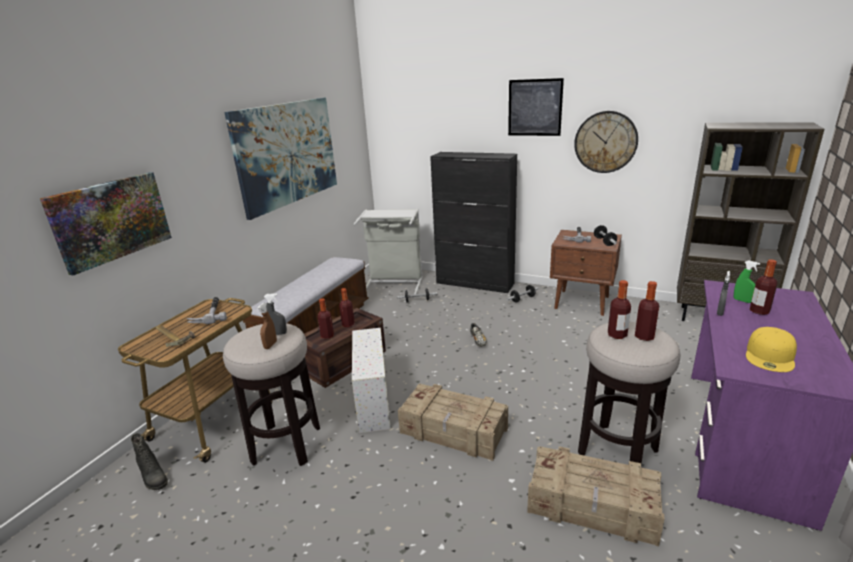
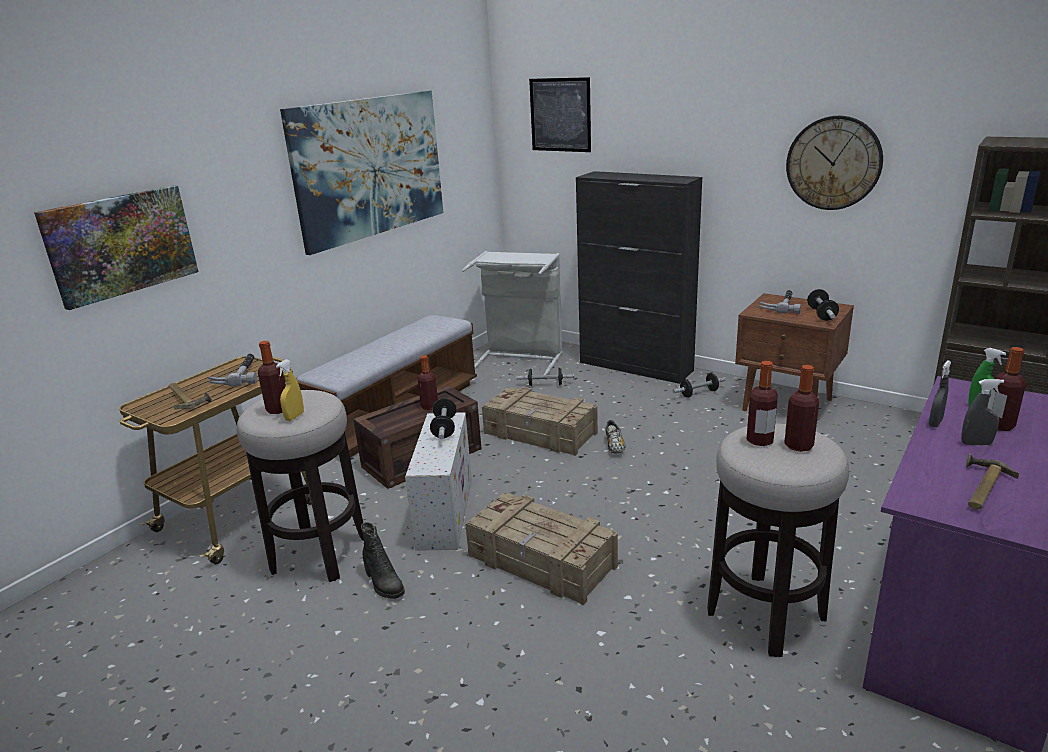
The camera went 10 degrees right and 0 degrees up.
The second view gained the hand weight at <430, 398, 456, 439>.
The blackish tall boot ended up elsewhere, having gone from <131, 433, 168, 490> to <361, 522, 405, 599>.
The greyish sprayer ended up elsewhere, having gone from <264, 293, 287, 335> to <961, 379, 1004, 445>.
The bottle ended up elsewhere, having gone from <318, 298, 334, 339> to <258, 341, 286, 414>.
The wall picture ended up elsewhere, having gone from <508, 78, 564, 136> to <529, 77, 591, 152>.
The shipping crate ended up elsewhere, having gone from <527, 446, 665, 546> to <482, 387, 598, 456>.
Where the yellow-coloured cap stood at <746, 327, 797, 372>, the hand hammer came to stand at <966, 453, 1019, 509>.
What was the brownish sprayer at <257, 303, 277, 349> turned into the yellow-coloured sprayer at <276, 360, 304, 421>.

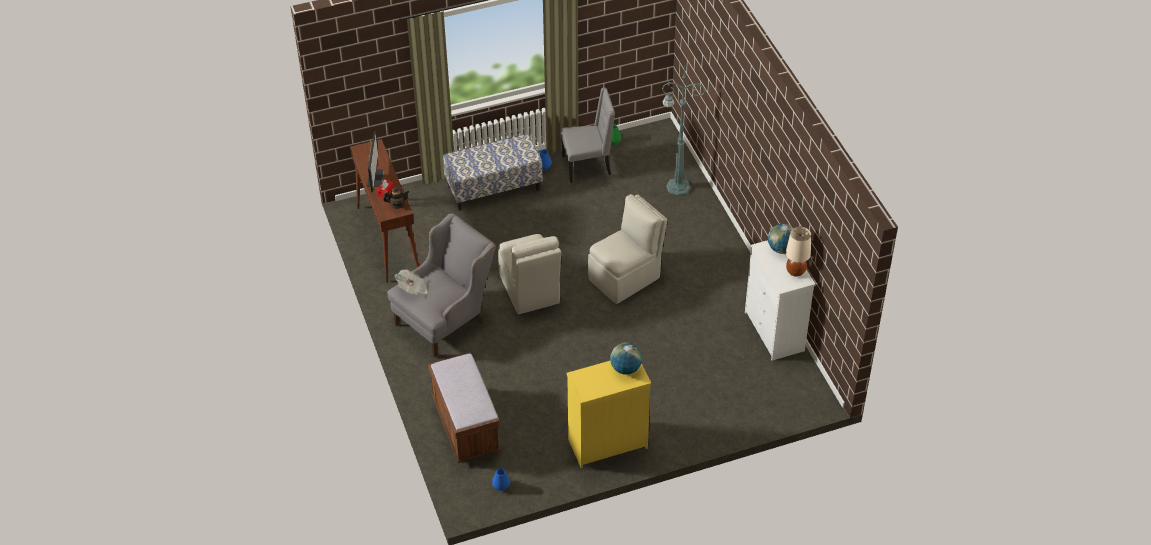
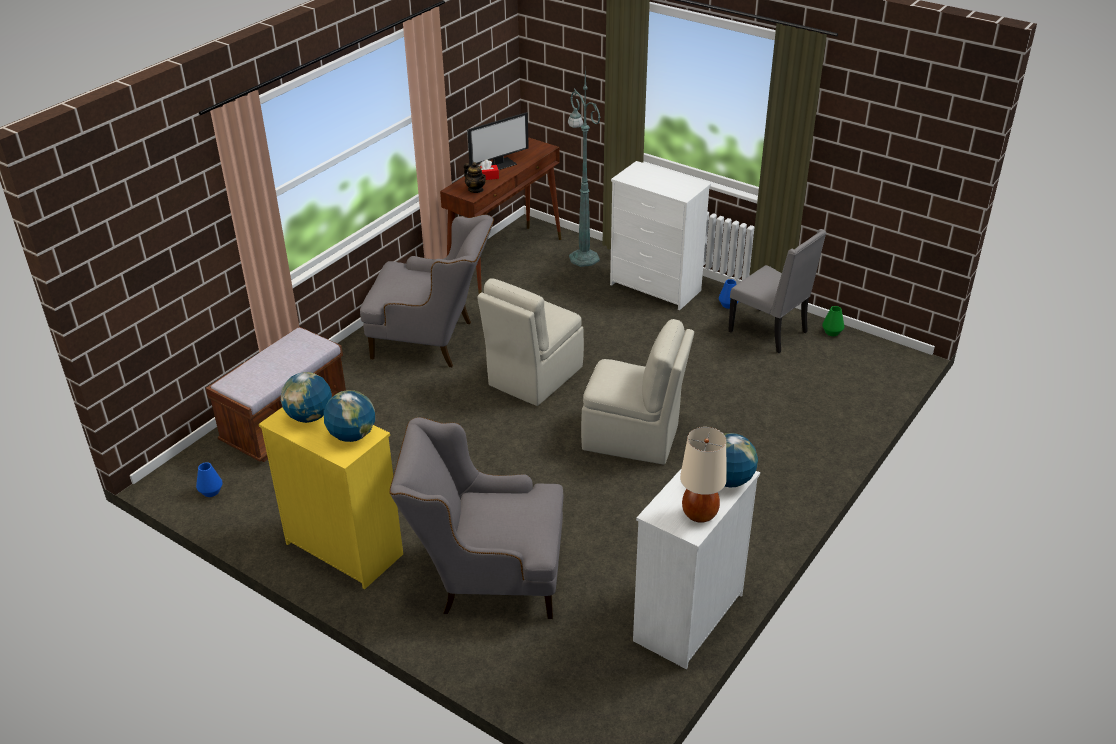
The camera went 55 degrees right and 10 degrees down.
The second view lost the newspaper at <395, 269, 427, 295>.
The second view gained the desk globe at <281, 372, 332, 423>.
The second view gained the greyish easy chair at <389, 417, 563, 619>.
The green floor lamp ended up elsewhere, having gone from <662, 68, 705, 196> to <568, 68, 601, 267>.
Where the long seat stood at <443, 134, 543, 211>, the whitish drawer chest came to stand at <610, 161, 711, 310>.

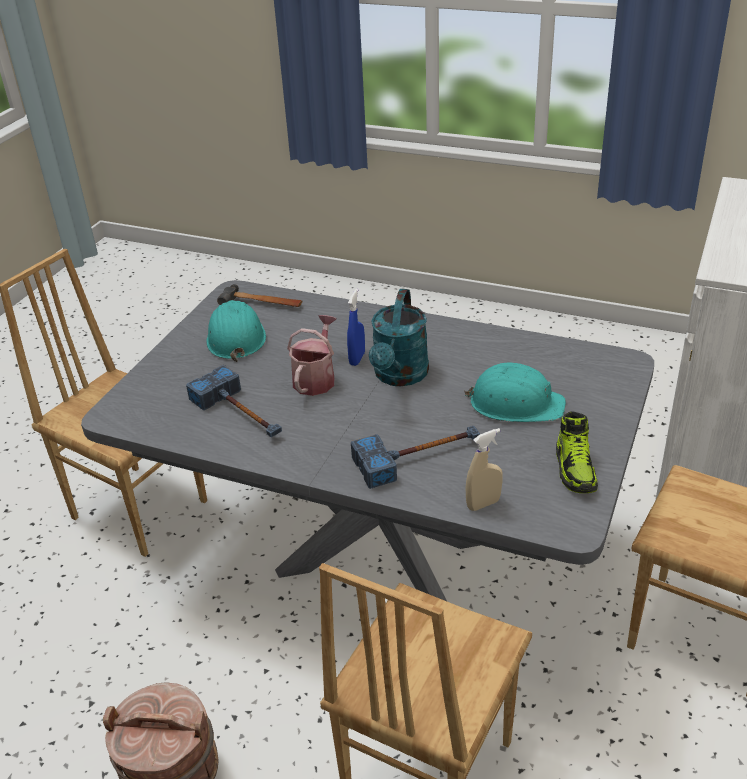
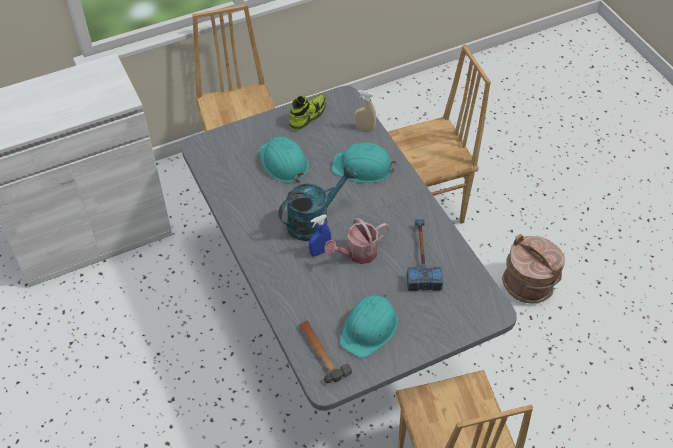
The camera went 140 degrees left and 15 degrees up.
Where the hand hammer stood at <351, 426, 480, 489>, the turquoise work helmet came to stand at <332, 143, 397, 183>.

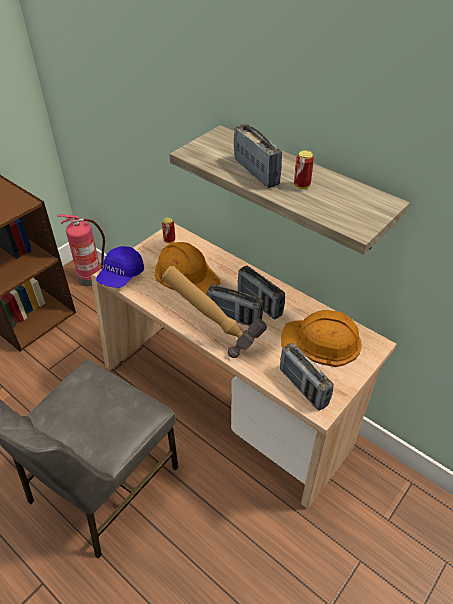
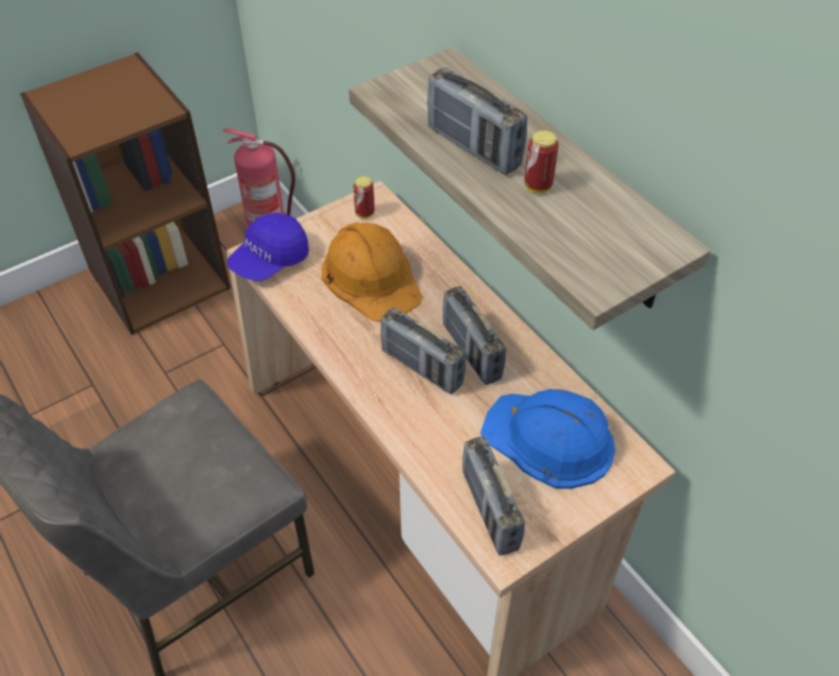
The camera went 15 degrees right and 5 degrees up.
The second view lost the hand hammer at <162, 266, 267, 358>.
What was the orange-coloured work helmet at <281, 310, 362, 367> turned into the blue work helmet at <480, 389, 615, 489>.
The radio at <234, 123, 282, 188> ended up facing another way, 150 degrees clockwise from before.

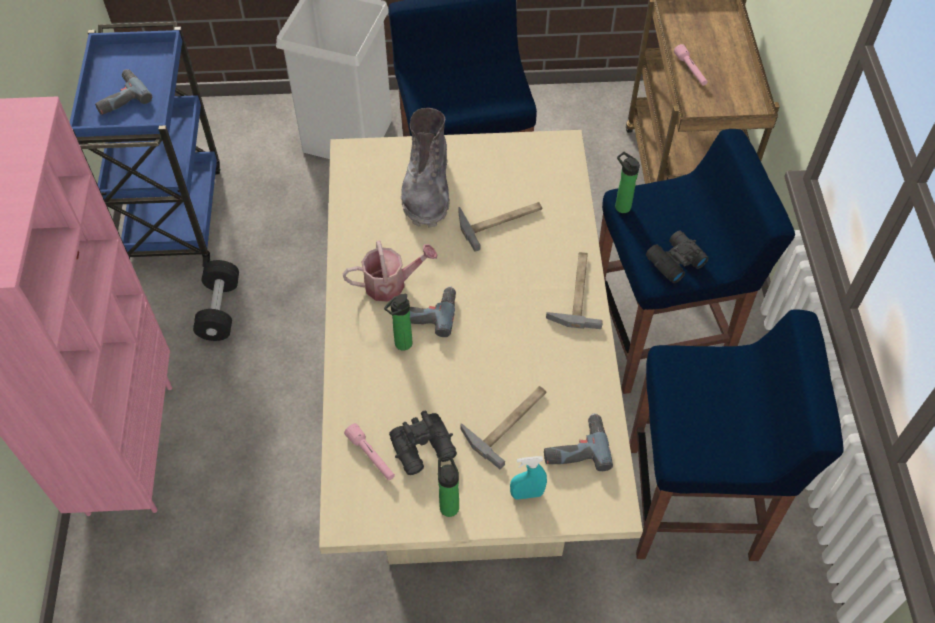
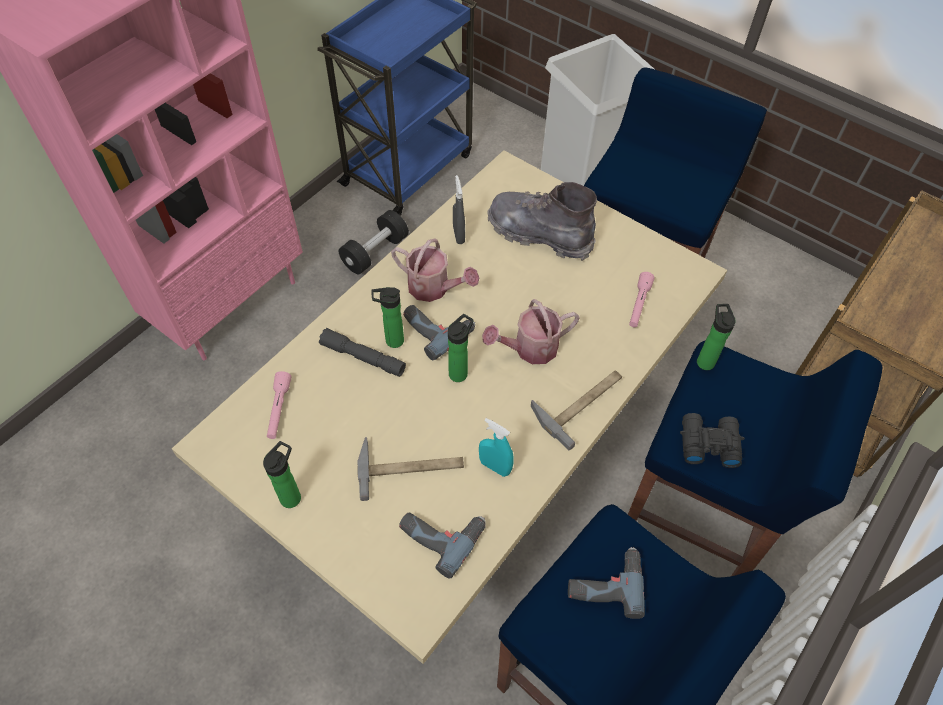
The camera went 40 degrees right and 0 degrees up.
The second view lost the blackish binoculars at <389, 411, 457, 475>.
The second view lost the hand hammer at <459, 202, 542, 252>.
The second view gained the greyish torch at <319, 328, 406, 377>.
The second view gained the bottle at <448, 314, 474, 382>.
The second view gained the greyish sprayer at <453, 175, 465, 244>.
The second view gained the sprinkling can at <482, 299, 580, 364>.
The power drill ended up elsewhere, having gone from <95, 69, 152, 115> to <568, 547, 645, 619>.
The turquoise sprayer ended up elsewhere, having gone from <510, 456, 547, 500> to <479, 418, 514, 477>.
The pink-coloured torch ended up elsewhere, having gone from <674, 44, 708, 86> to <629, 272, 655, 327>.
The greyish tall boot at <401, 108, 450, 228> ended up facing another way, 75 degrees clockwise from before.

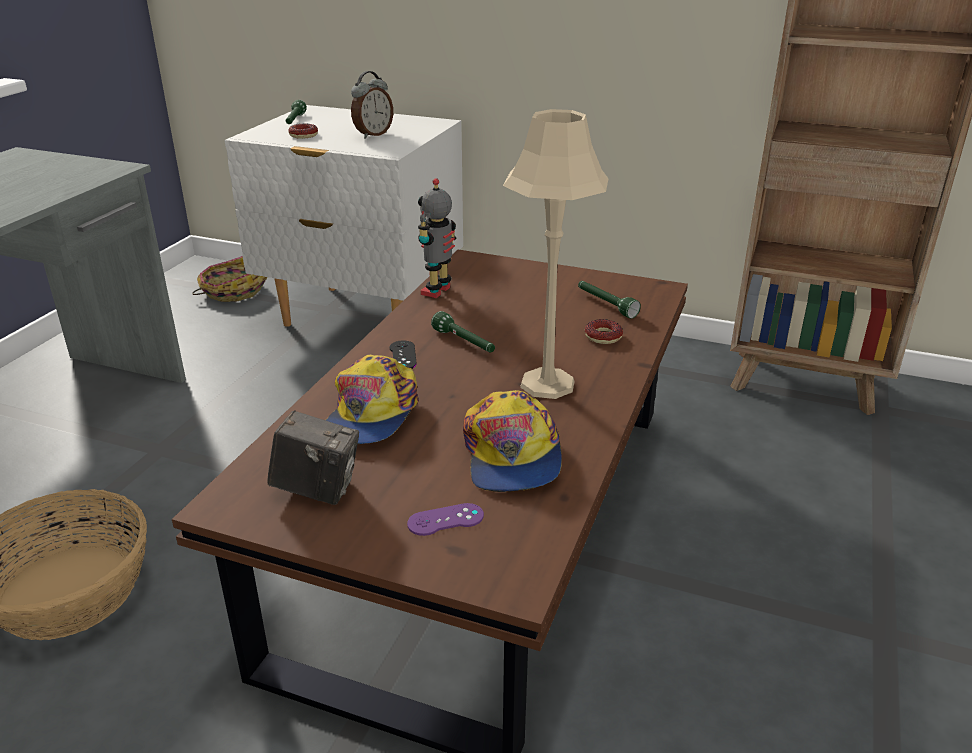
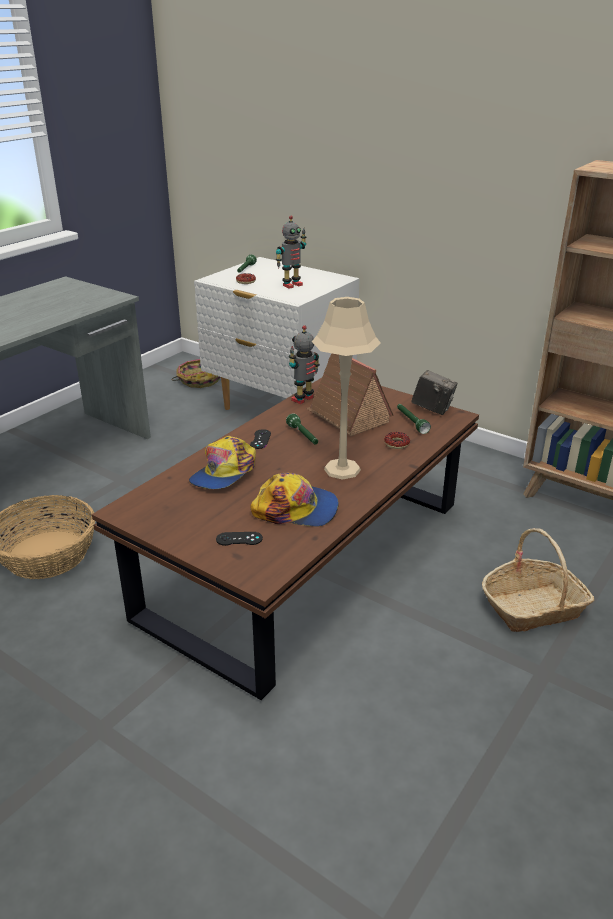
The camera went 15 degrees right and 0 degrees up.
The second view gained the toy house at <306, 353, 394, 436>.
The second view gained the storage basket at <482, 528, 594, 632>.
The still camera ended up elsewhere, having gone from <267, 411, 359, 505> to <412, 370, 457, 415>.
Where the bedside clock stood at <351, 71, 393, 139>, the model robot came to stand at <276, 215, 306, 289>.
What was the purple joypad at <407, 503, 484, 536> turned into the blackish joypad at <216, 532, 263, 546>.
The cap at <463, 390, 562, 492> ended up facing another way, 90 degrees counterclockwise from before.

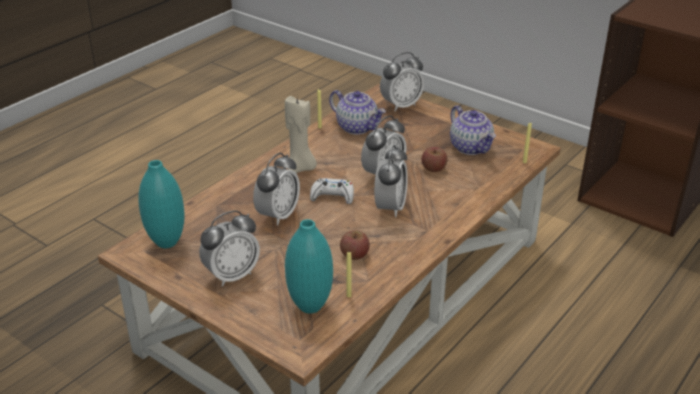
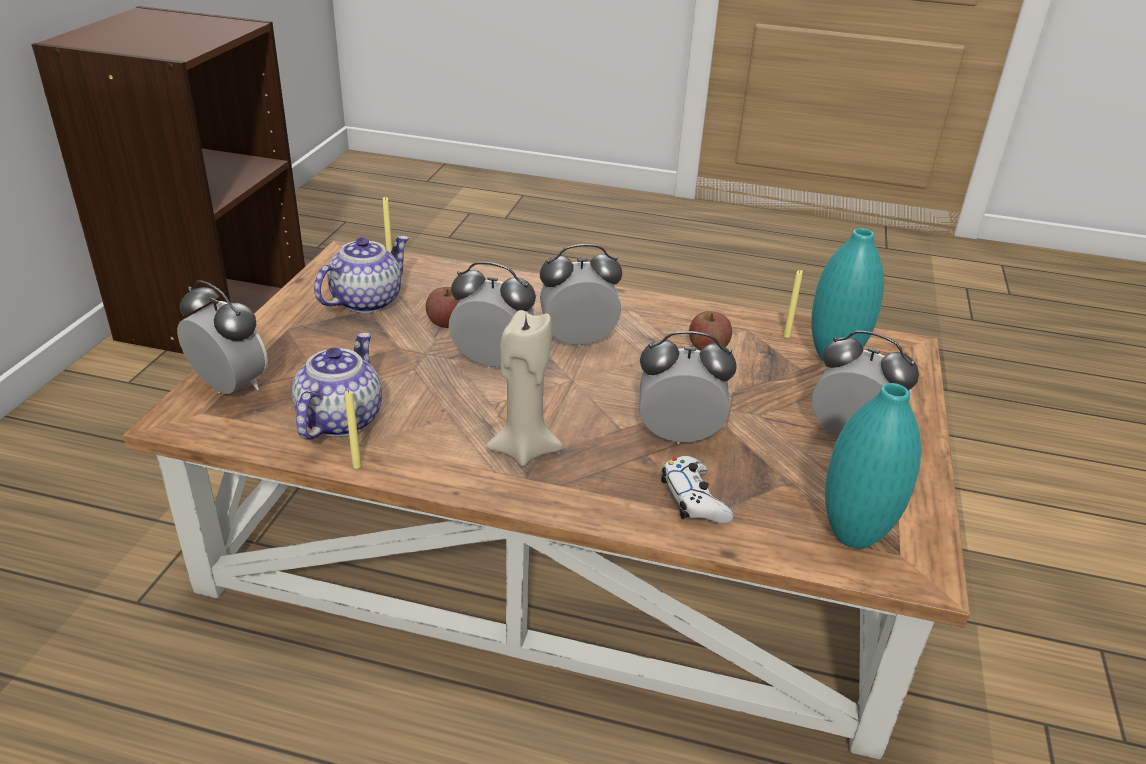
The camera went 115 degrees left and 0 degrees up.
The whitish joypad ended up elsewhere, having gone from <310, 178, 354, 204> to <661, 456, 733, 524>.

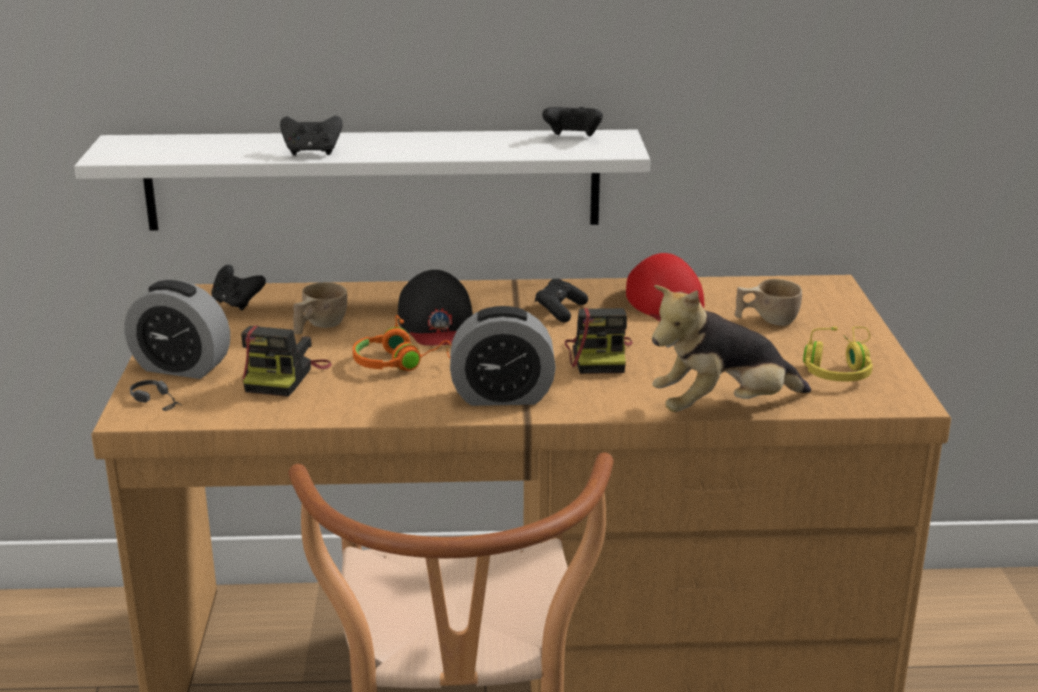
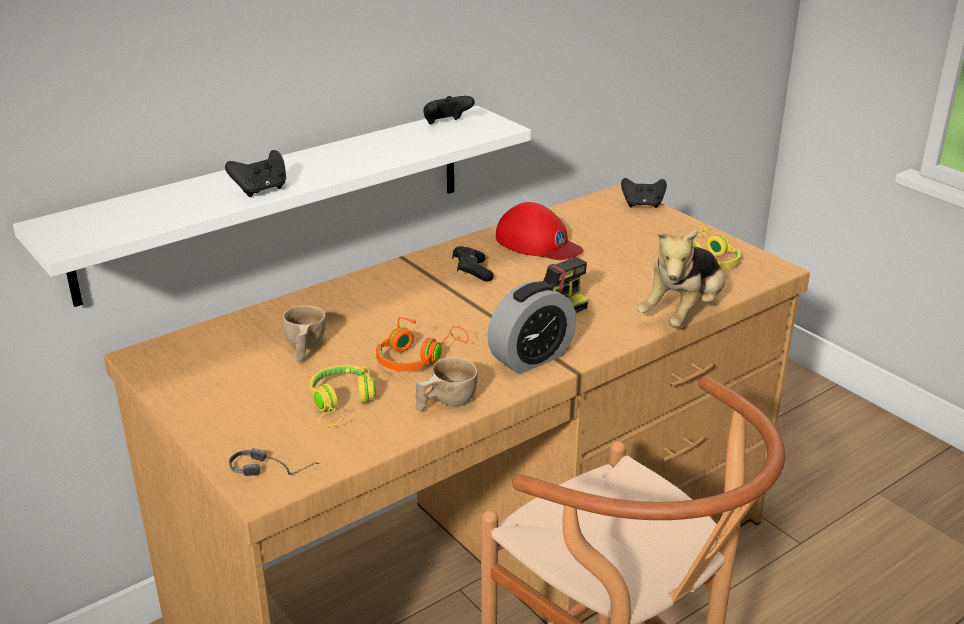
The camera went 35 degrees left and 5 degrees up.
The second view lost the bedside clock at <124, 280, 230, 379>.
The second view lost the blackish cap at <398, 270, 473, 346>.
The blackish joypad ended up elsewhere, having gone from <211, 265, 266, 310> to <621, 178, 667, 208>.
The beige drinking cup ended up elsewhere, having gone from <735, 279, 802, 326> to <415, 357, 478, 411>.
Where the still camera stood at <241, 326, 332, 396>, the yellow-coloured pair of headphones came to stand at <310, 365, 376, 427>.

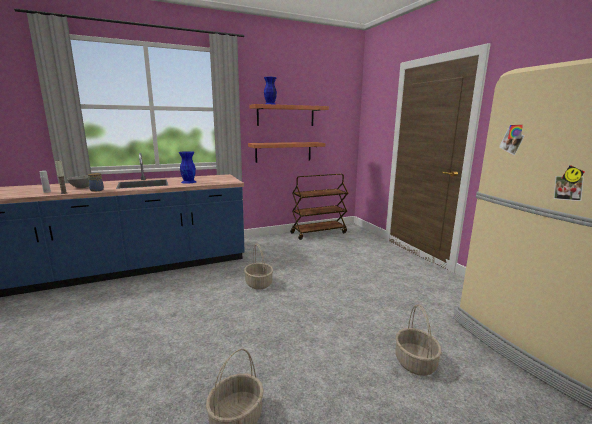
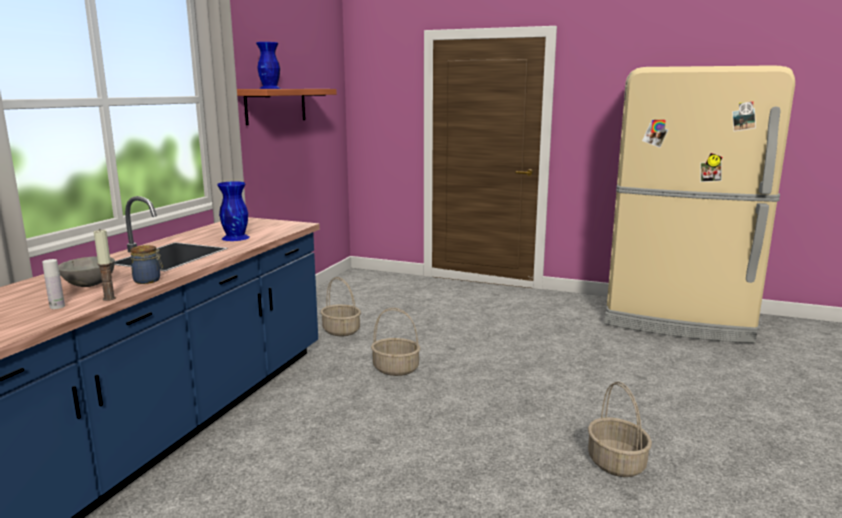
The camera went 45 degrees left and 0 degrees up.
The second view lost the shelf at <248, 142, 325, 163>.
The second view lost the brownish cart at <290, 174, 348, 240>.
The storage basket ended up elsewhere, having gone from <395, 304, 442, 376> to <321, 277, 361, 336>.

